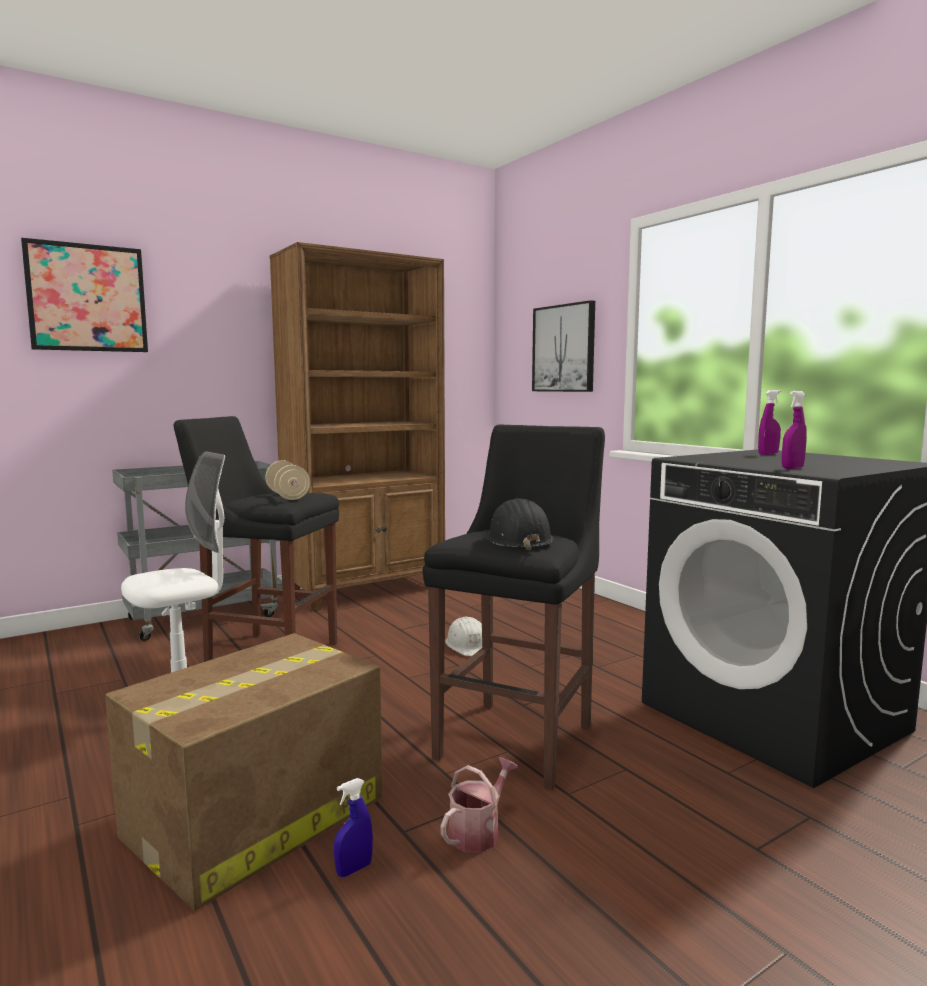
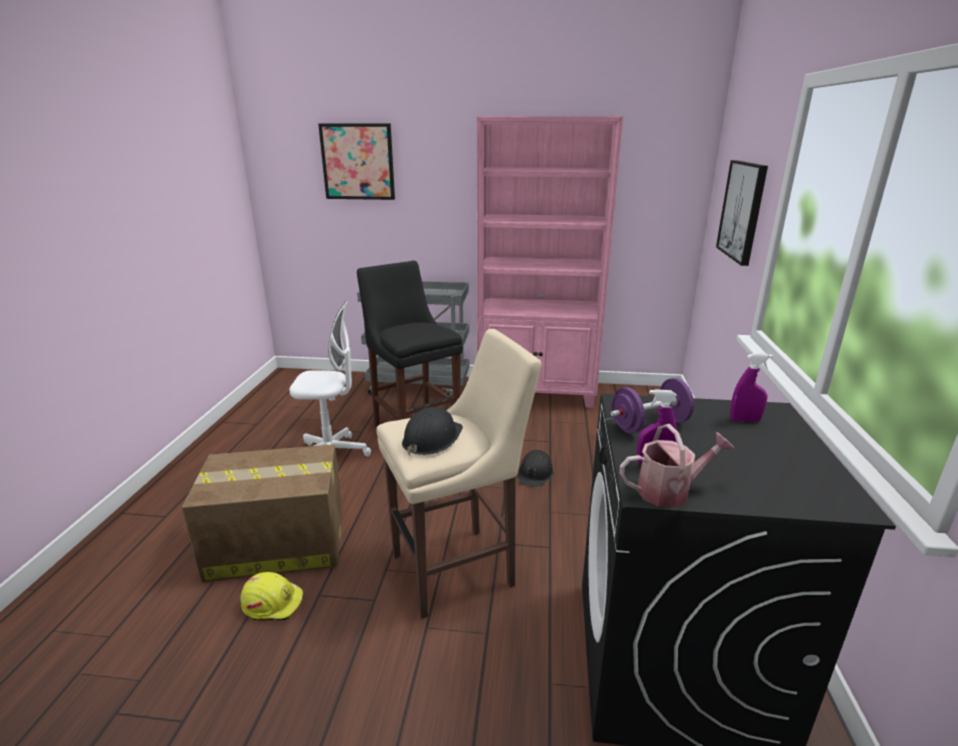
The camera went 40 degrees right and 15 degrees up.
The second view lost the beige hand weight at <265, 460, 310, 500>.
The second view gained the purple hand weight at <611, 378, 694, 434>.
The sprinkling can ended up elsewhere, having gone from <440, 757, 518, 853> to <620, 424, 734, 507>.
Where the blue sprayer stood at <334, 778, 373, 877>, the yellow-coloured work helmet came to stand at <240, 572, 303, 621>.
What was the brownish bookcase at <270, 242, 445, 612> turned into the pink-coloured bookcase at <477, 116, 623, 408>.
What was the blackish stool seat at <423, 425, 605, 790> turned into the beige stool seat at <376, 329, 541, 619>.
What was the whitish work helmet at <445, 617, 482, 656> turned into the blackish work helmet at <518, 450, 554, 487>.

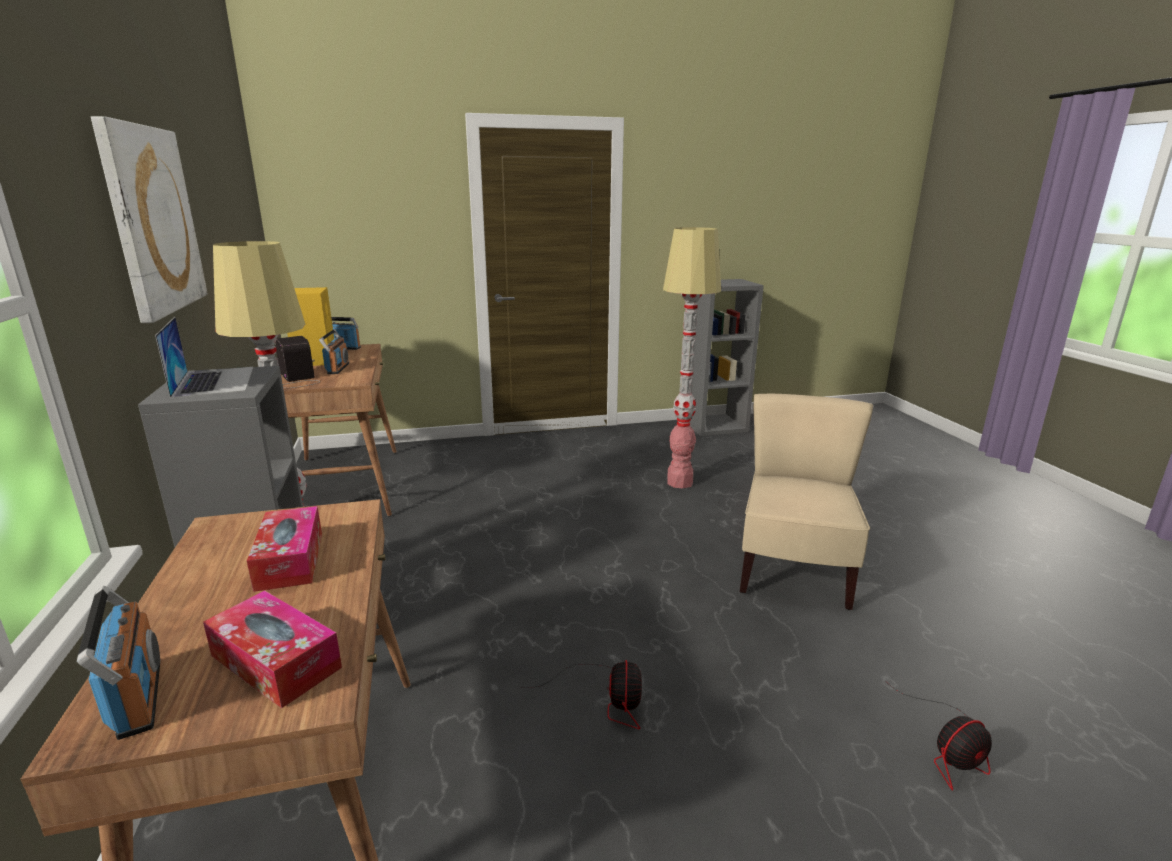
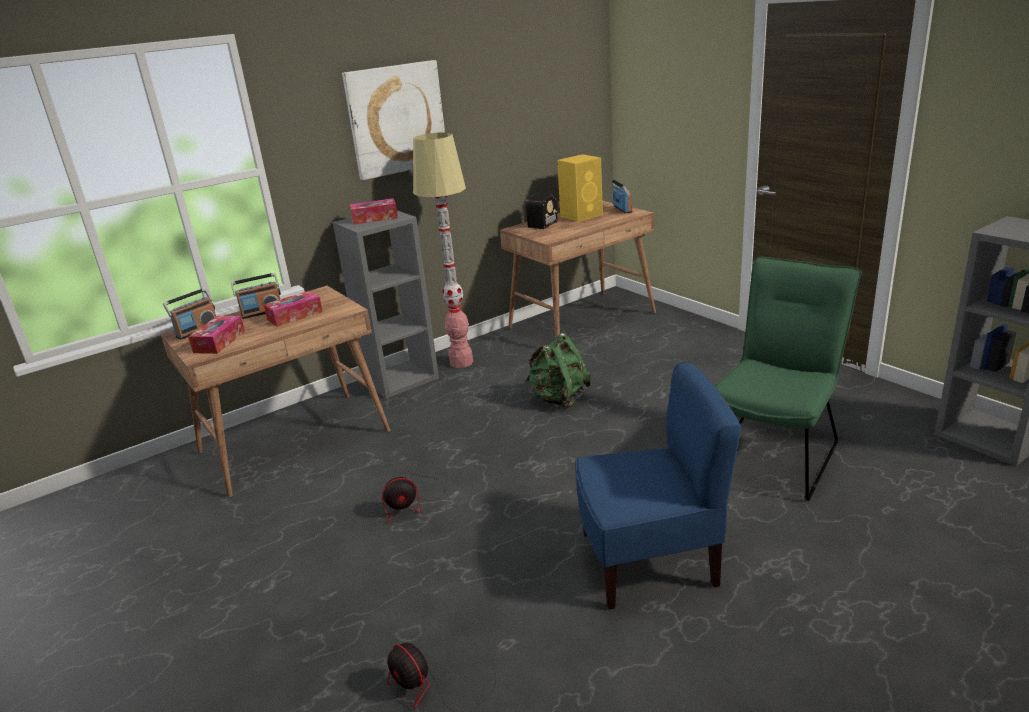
The camera went 70 degrees right and 5 degrees up.
The second view gained the green backpack at <525, 333, 591, 409>.
The radio ended up elsewhere, having gone from <319, 329, 349, 374> to <231, 273, 281, 319>.
Where the portable computer stood at <155, 317, 253, 399>, the box of tissues came to stand at <350, 198, 398, 225>.
Where the floor lamp stood at <663, 227, 721, 489>, the green chair came to stand at <714, 257, 862, 501>.
What was the beige chair at <740, 394, 873, 610> turned into the blue chair at <575, 362, 741, 609>.

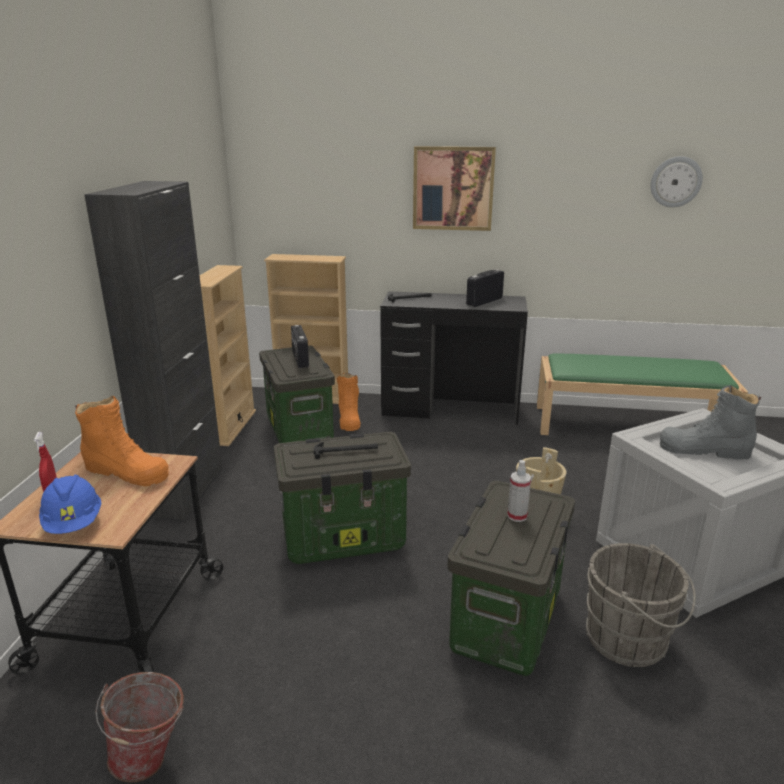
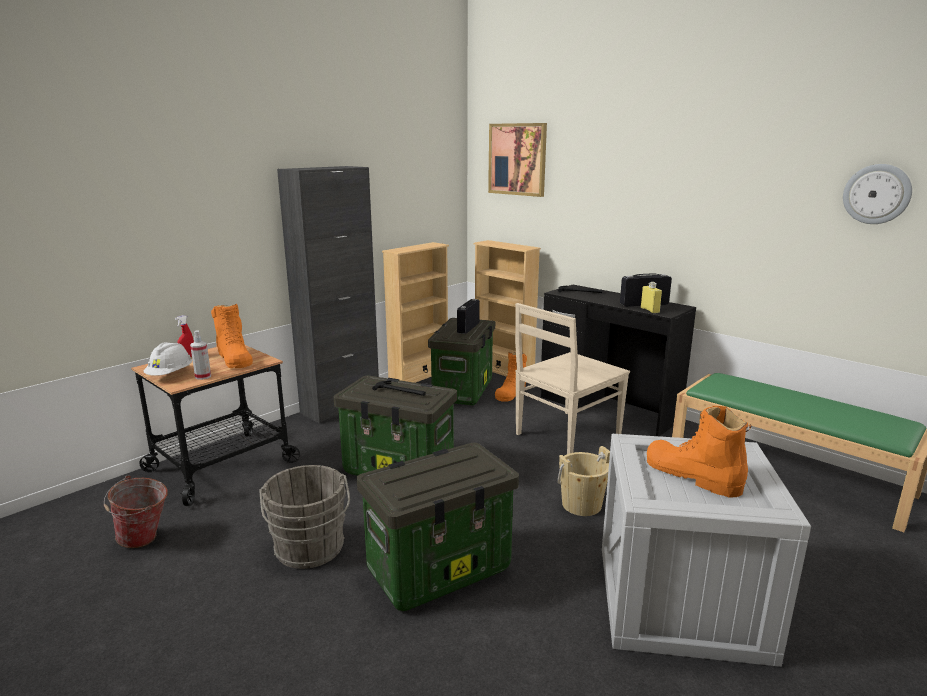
The camera went 35 degrees right and 5 degrees down.
The second view gained the beige chair at <515, 303, 630, 454>.
The second view gained the yellow-coloured bottle at <641, 282, 662, 313>.
The wall picture ended up elsewhere, having gone from <413, 146, 496, 231> to <488, 123, 547, 197>.
The sprayer ended up elsewhere, having gone from <507, 460, 531, 522> to <190, 330, 211, 380>.
The greyish water bucket ended up elsewhere, having gone from <586, 543, 696, 667> to <259, 465, 350, 569>.
What was the blue work helmet at <39, 475, 102, 534> turned into the whitish work helmet at <143, 342, 192, 376>.
What was the greyish tall boot at <660, 385, 761, 459> turned into the orange-coloured tall boot at <647, 406, 751, 498>.

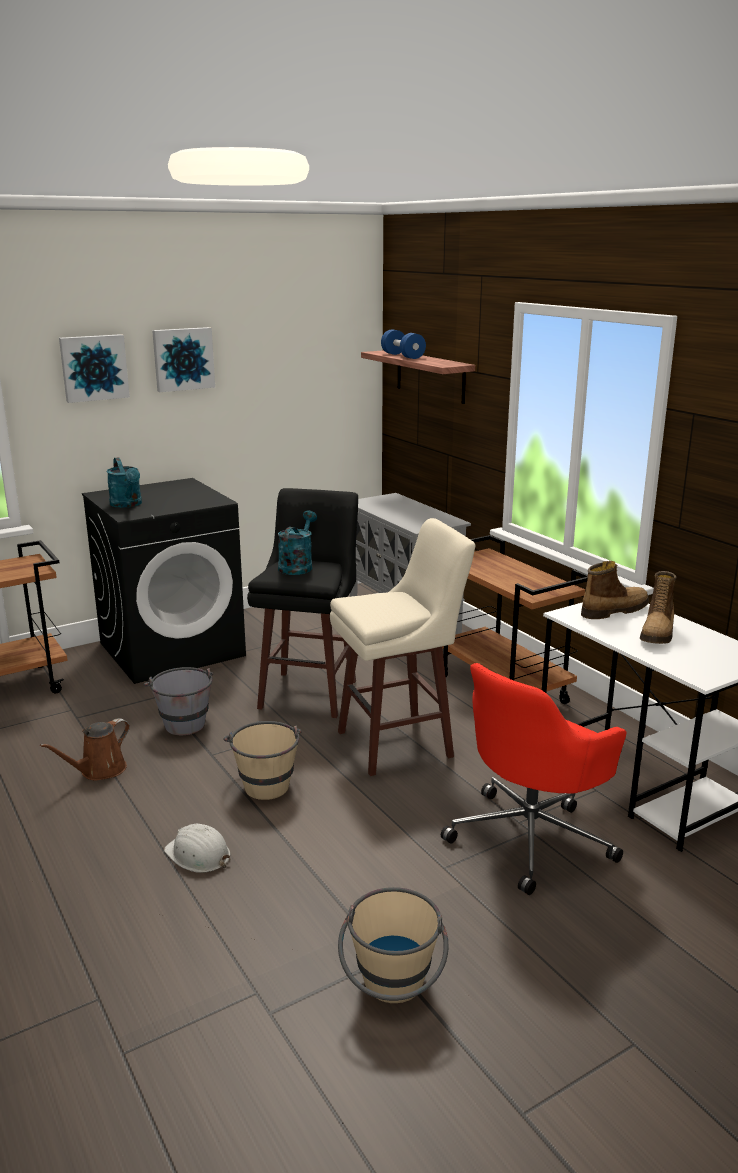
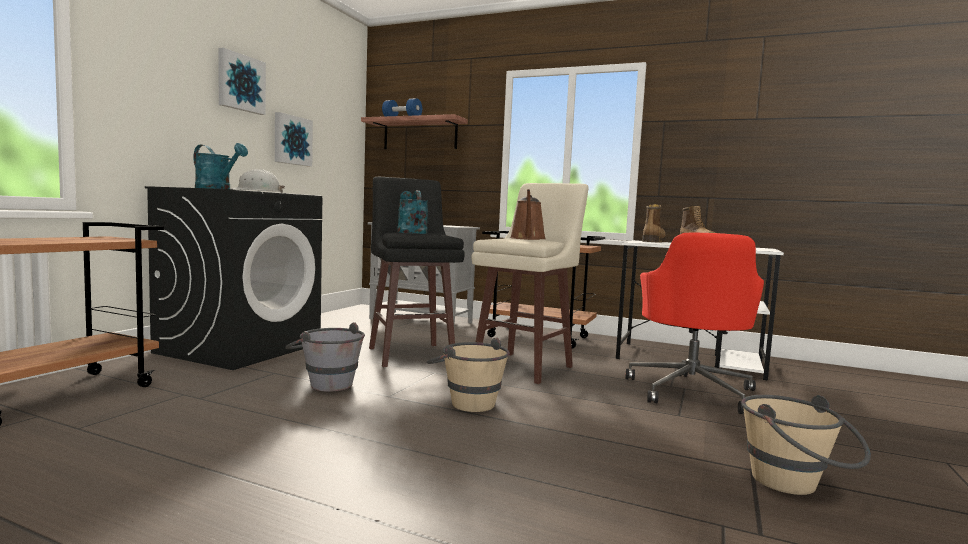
The camera went 35 degrees left and 15 degrees down.
The brownish sprinkling can ended up elsewhere, having gone from <40, 718, 130, 781> to <510, 189, 546, 240>.
The wall picture ended up elsewhere, having gone from <59, 334, 130, 403> to <275, 112, 313, 167>.
The whitish work helmet ended up elsewhere, having gone from <164, 824, 231, 873> to <231, 169, 285, 193>.

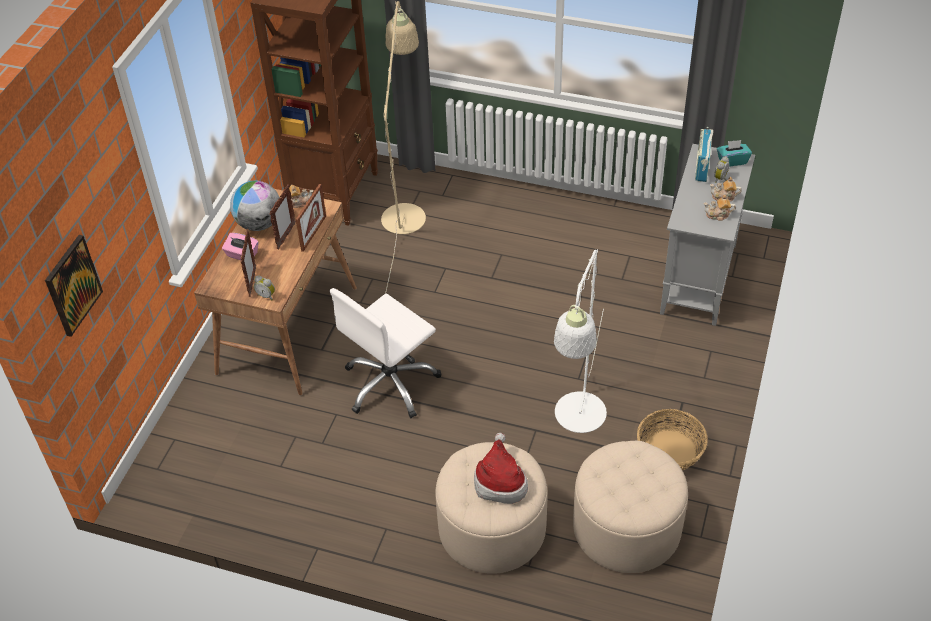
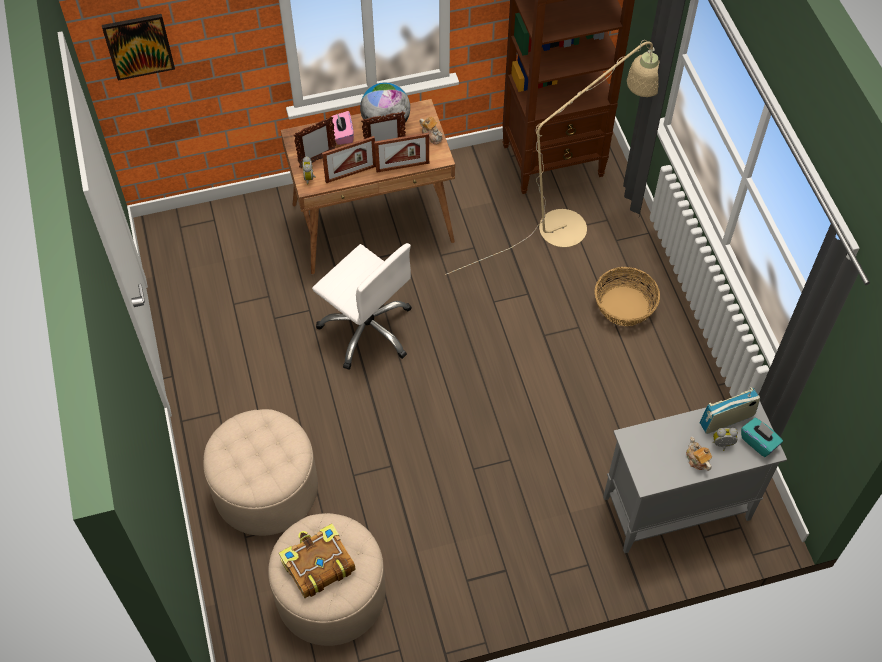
The camera went 55 degrees right and 10 degrees up.
The second view lost the hat at <474, 433, 528, 504>.
The second view lost the whitish floor lamp at <554, 249, 607, 433>.
The second view lost the teapot at <704, 194, 736, 221>.
The second view gained the volume at <279, 523, 356, 598>.
The second view gained the standing frame at <322, 136, 376, 183>.
The storage basket ended up elsewhere, having gone from <637, 409, 708, 471> to <595, 267, 660, 326>.
The whitish computer chair at <330, 288, 442, 418> ended up facing another way, 150 degrees counterclockwise from before.

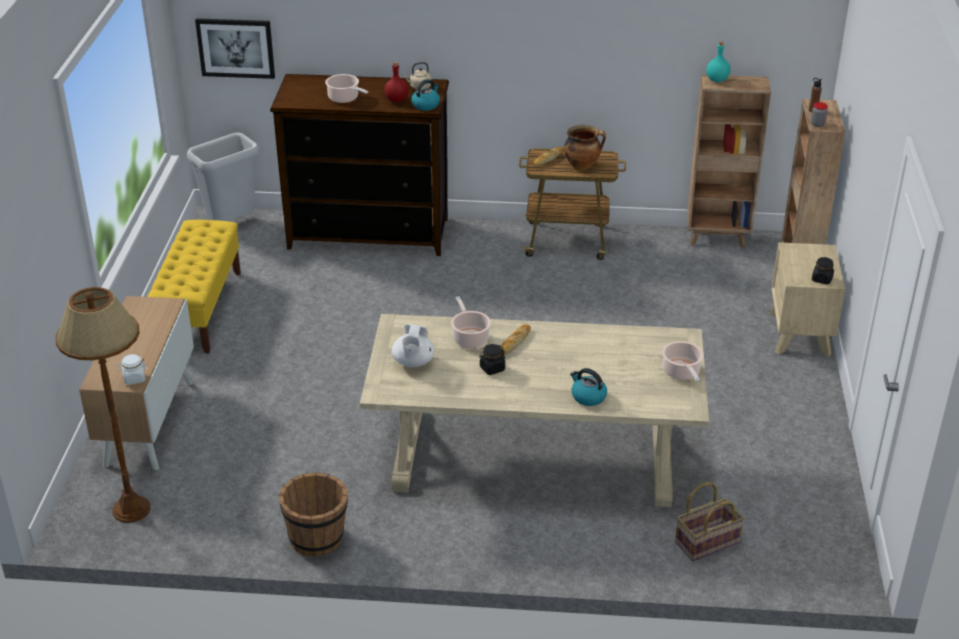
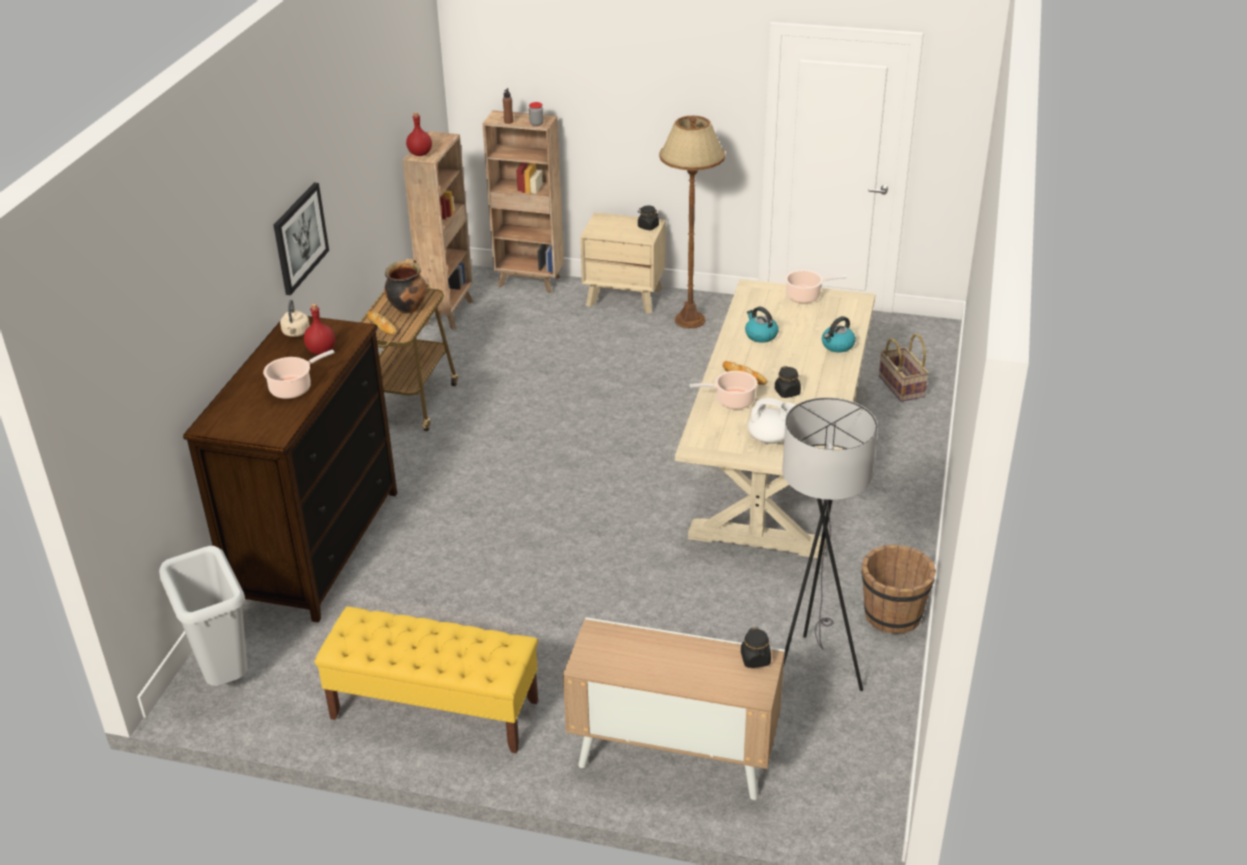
The camera went 80 degrees left and 0 degrees up.
The second view gained the greyish floor lamp at <782, 397, 878, 691>.
The brownish floor lamp ended up elsewhere, having gone from <56, 287, 151, 523> to <659, 116, 725, 328>.
The wall picture ended up elsewhere, having gone from <195, 18, 275, 79> to <274, 182, 329, 295>.
The water kettle ended up elsewhere, having gone from <411, 79, 440, 111> to <745, 307, 779, 343>.
What was the whitish jar at <118, 354, 147, 385> turned into the blackish jar at <741, 627, 771, 668>.
What was the turquoise bottle at <706, 41, 730, 82> turned into the reddish bottle at <406, 112, 432, 156>.

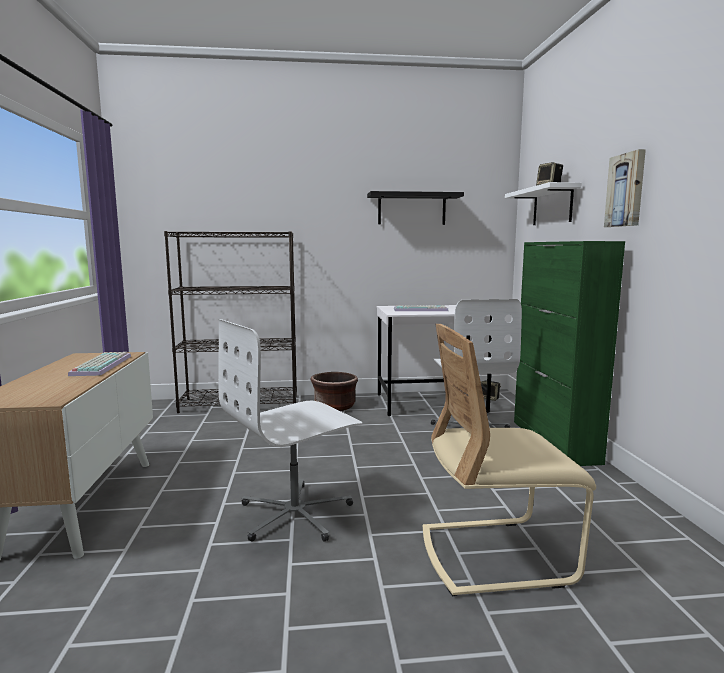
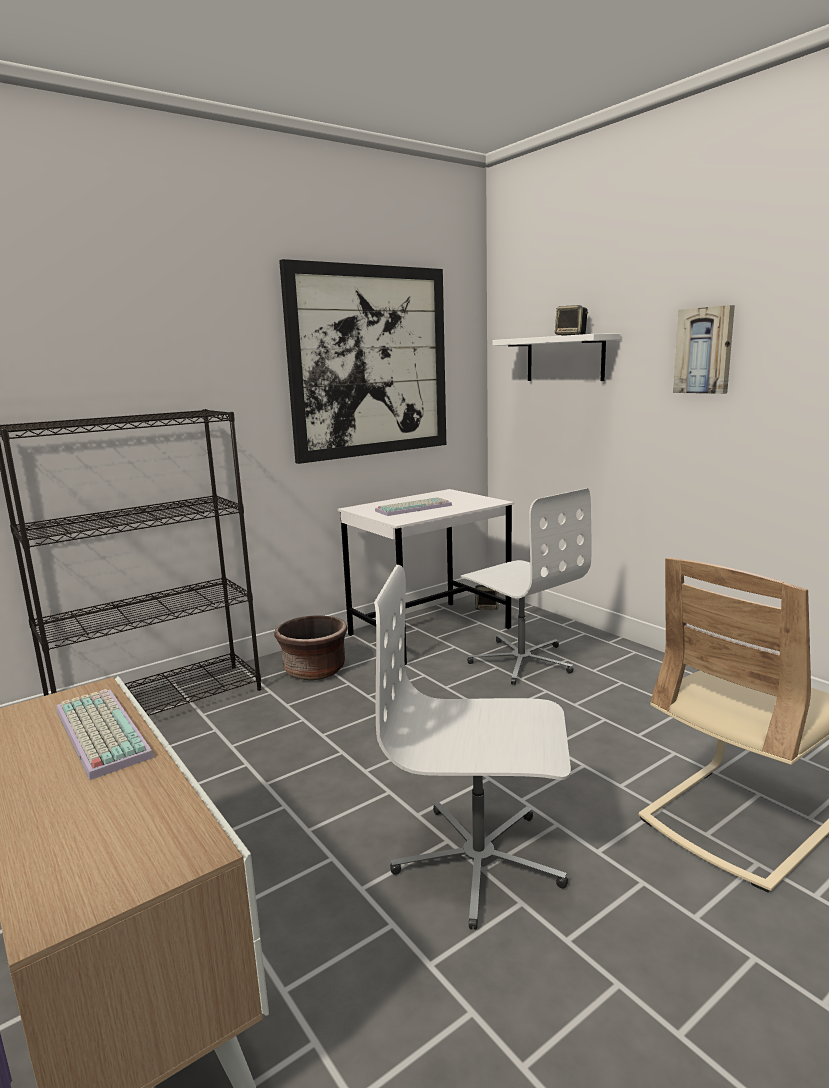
The camera went 30 degrees left and 5 degrees up.
The second view lost the green cabinet at <514, 241, 625, 466>.
Where the blackish shelf hung at <367, 191, 464, 225>, the wall picture came to hang at <279, 259, 446, 464>.
The whitish computer chair at <218, 319, 362, 542> ended up facing another way, 75 degrees clockwise from before.

